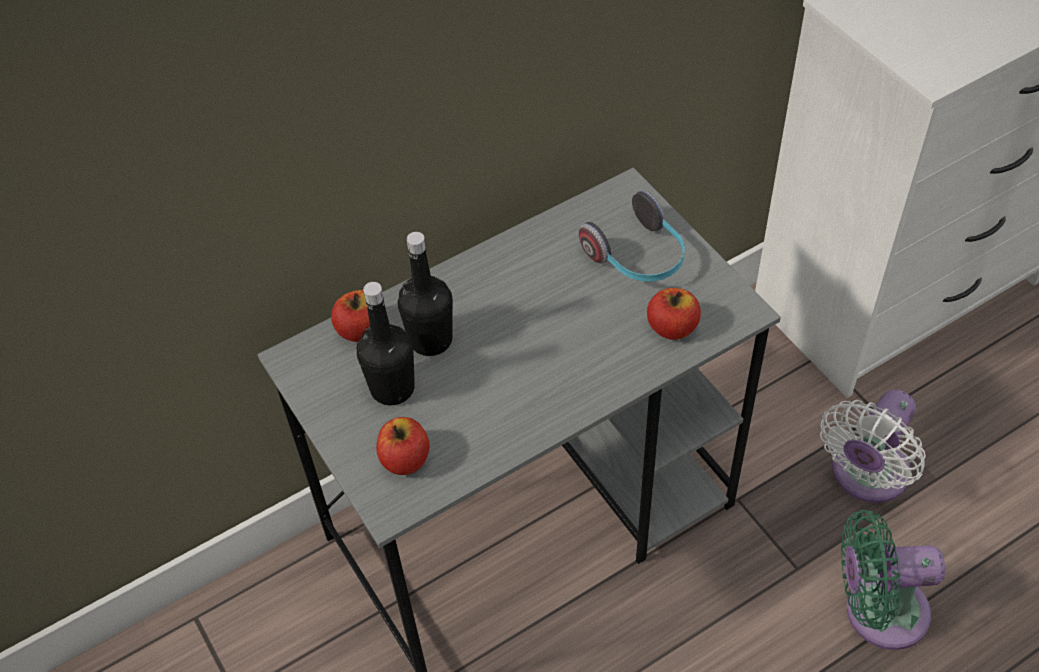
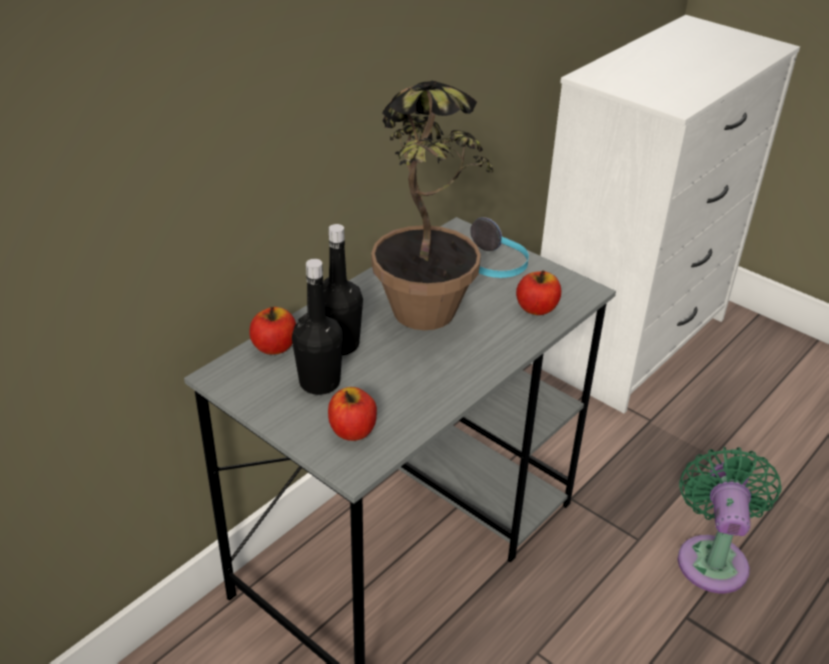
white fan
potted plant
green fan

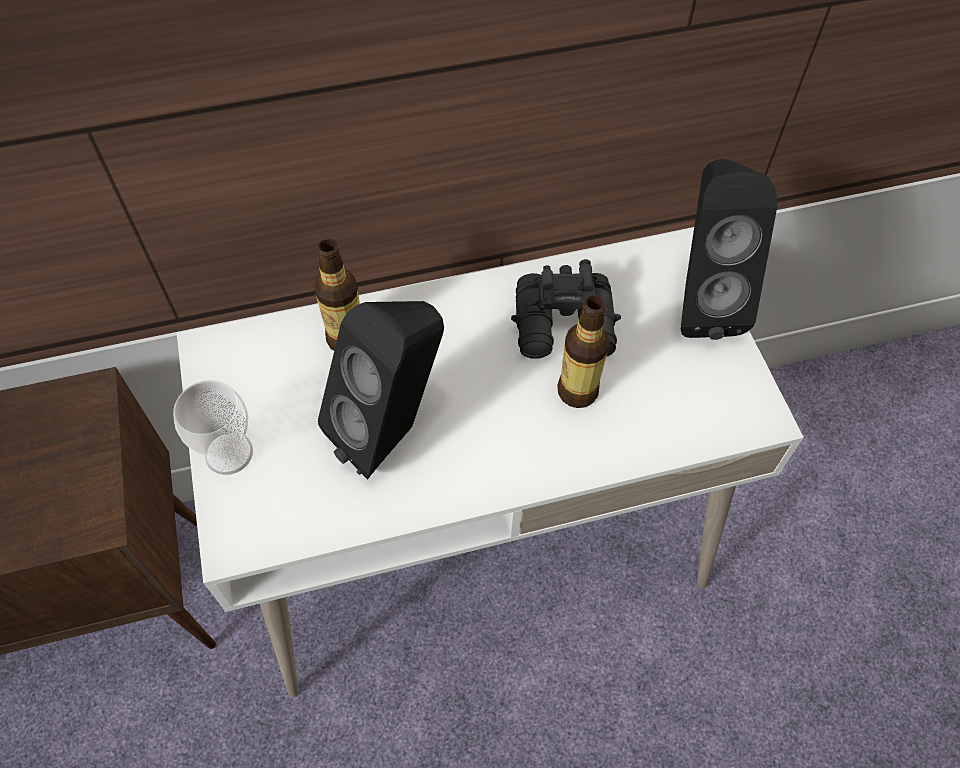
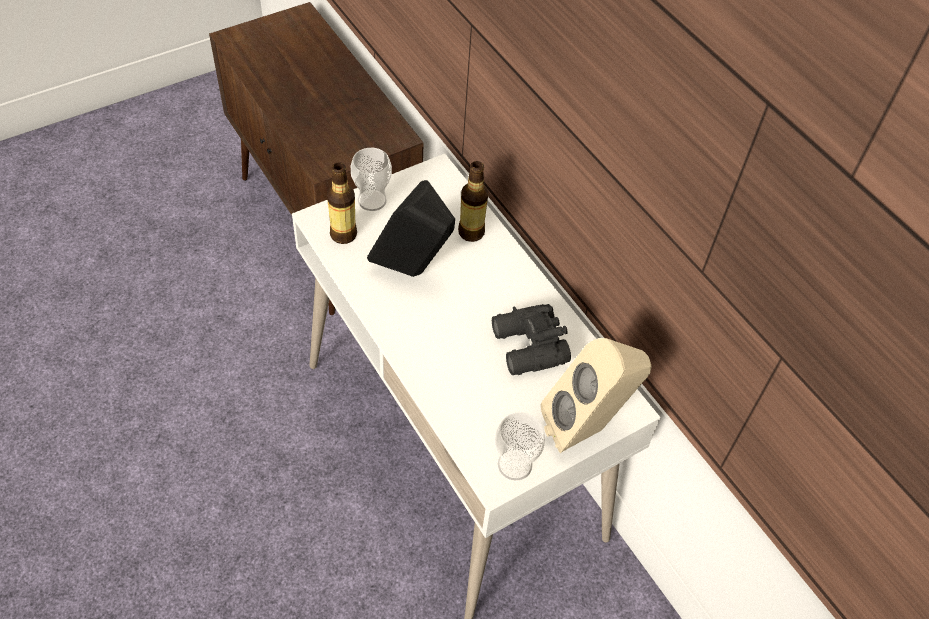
cup (2nd from left)
bottle (1st from left)
beige speaker

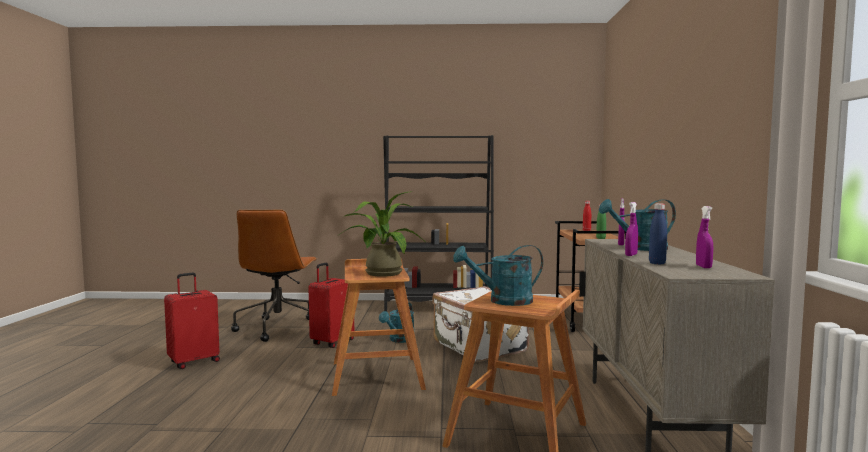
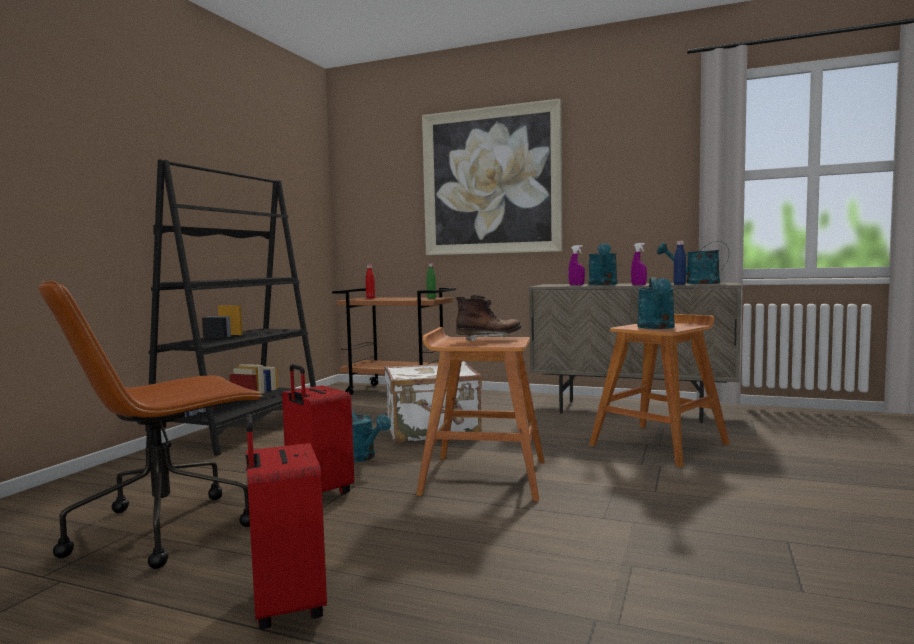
picture
brown boot
turquoise watering can (4th from left)
brown office chair

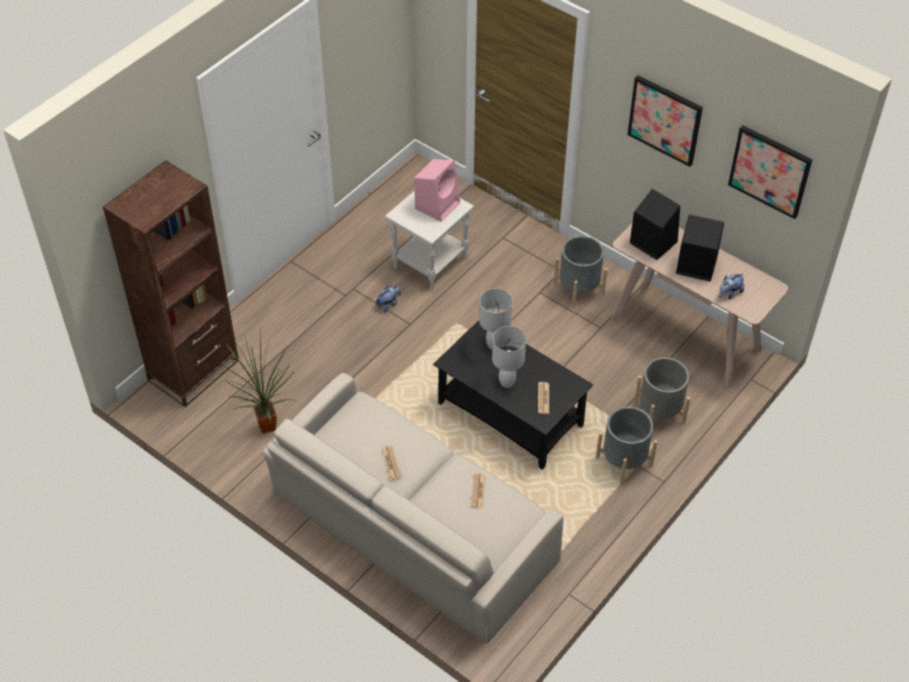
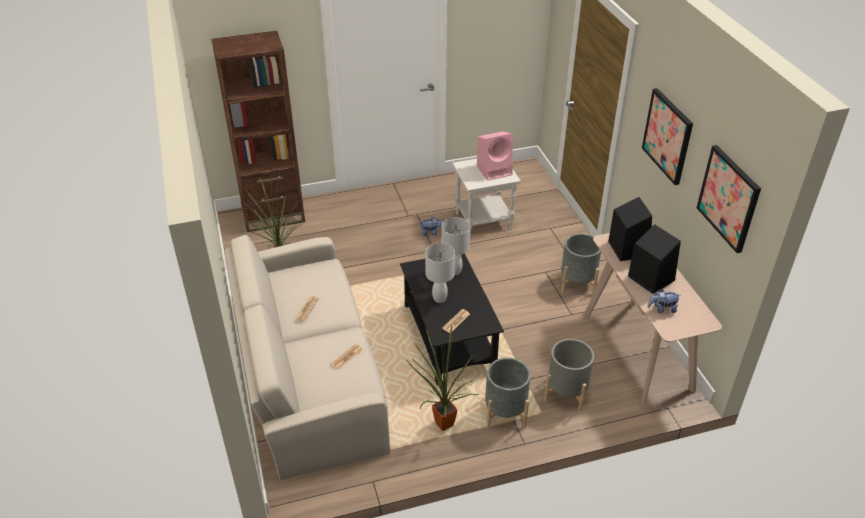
potted plant (2nd from left)

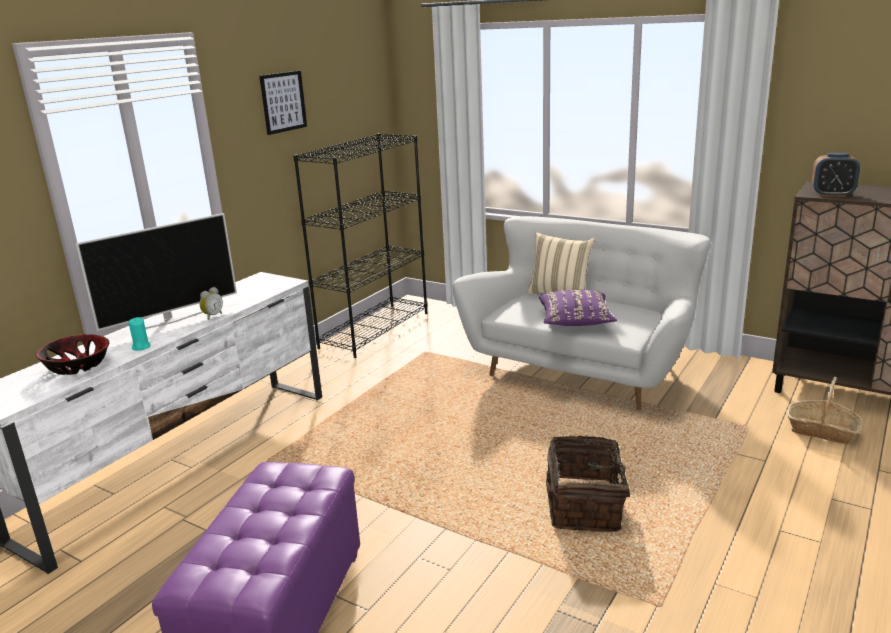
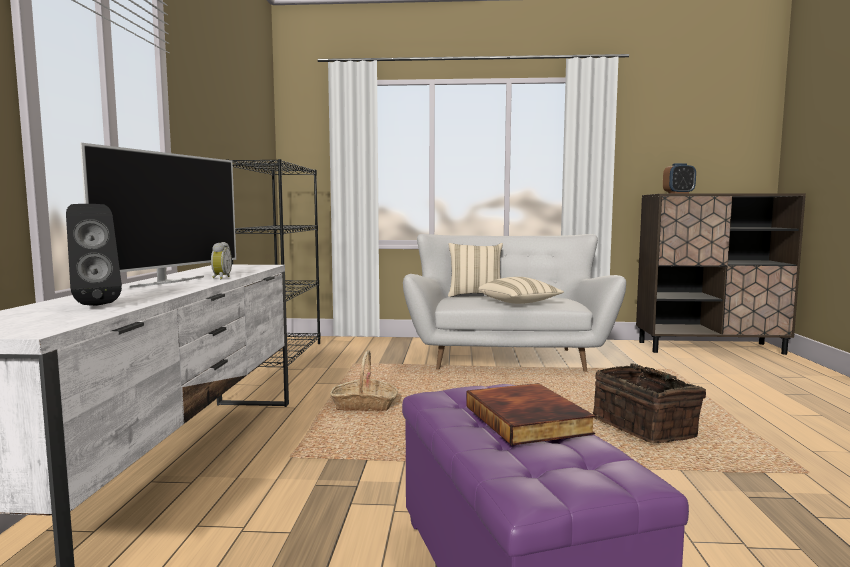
turquoise candle
picture
book
basket (1st from left)
black speaker
beige pillow (2nd from left)

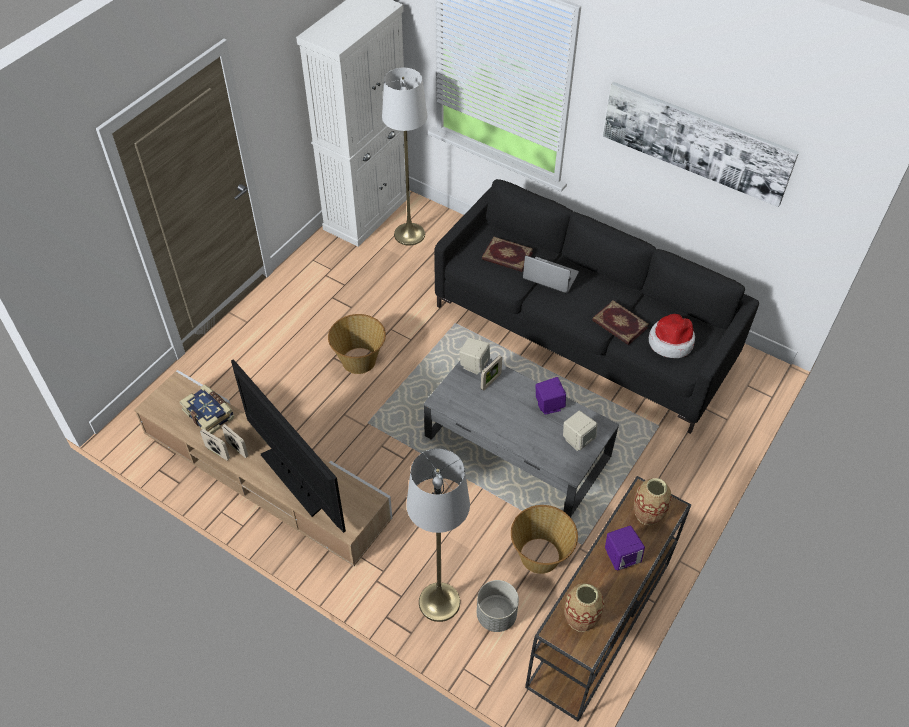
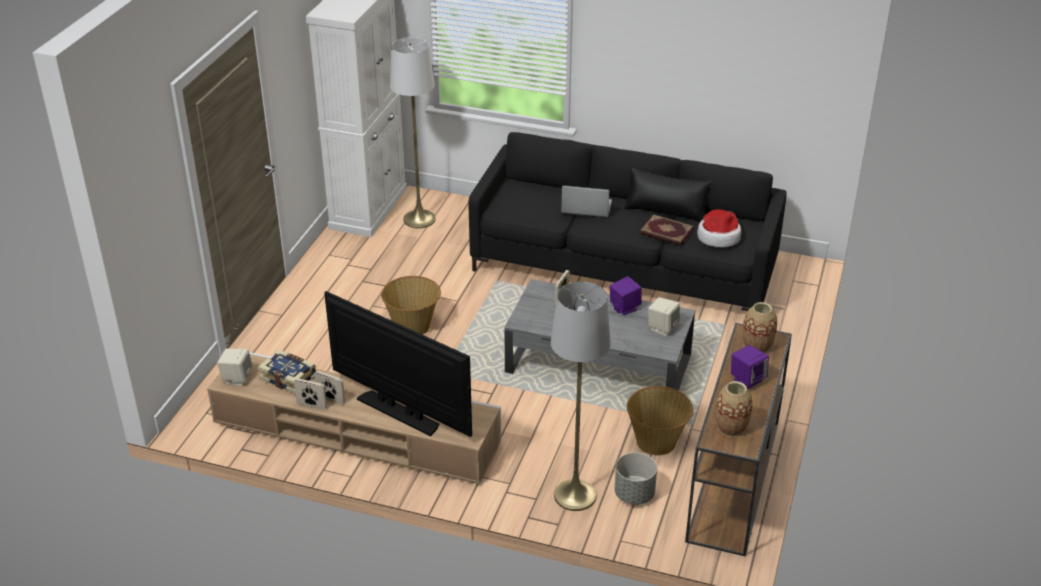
book (2nd from left in the first image)
picture
black pillow
beige speaker (1st from left)

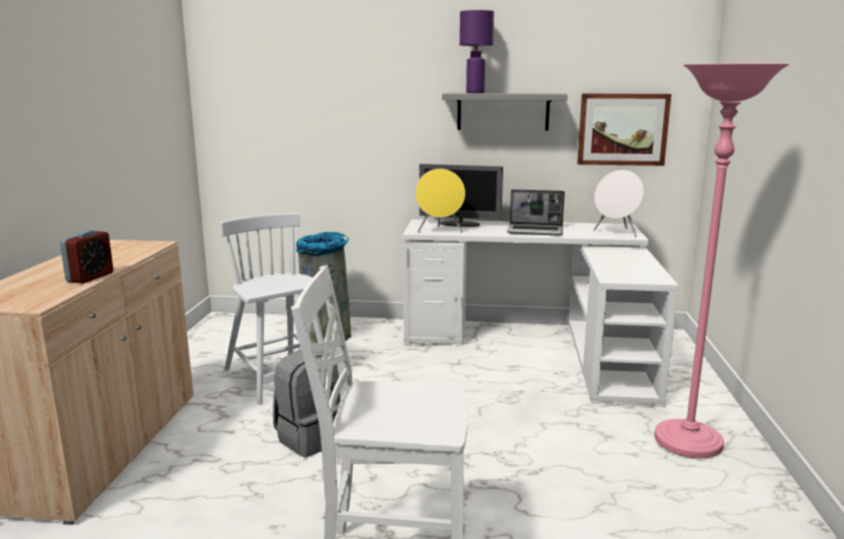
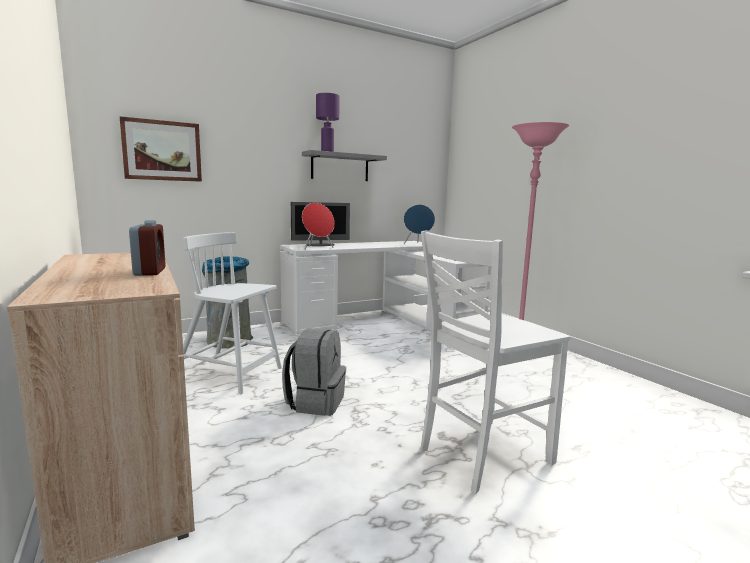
laptop
picture
red speaker
blue speaker

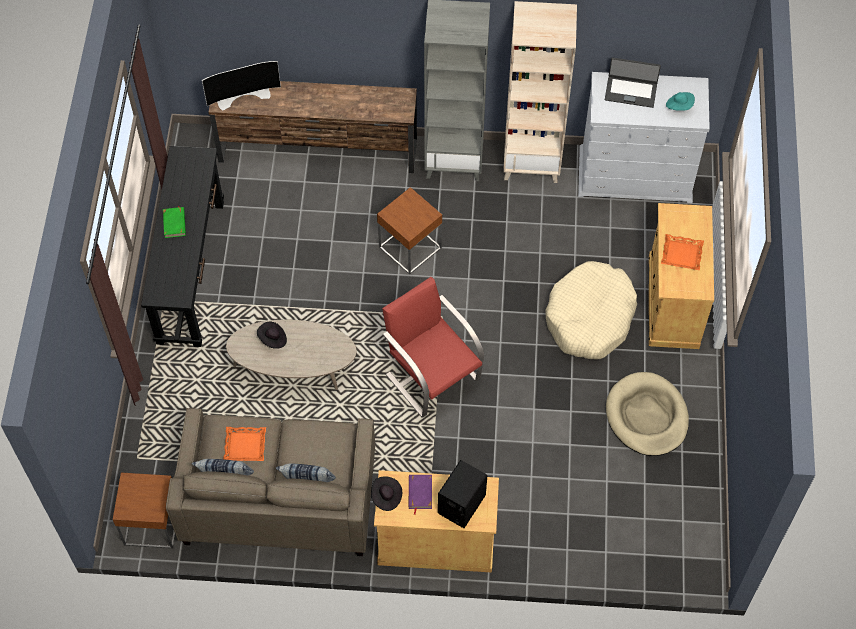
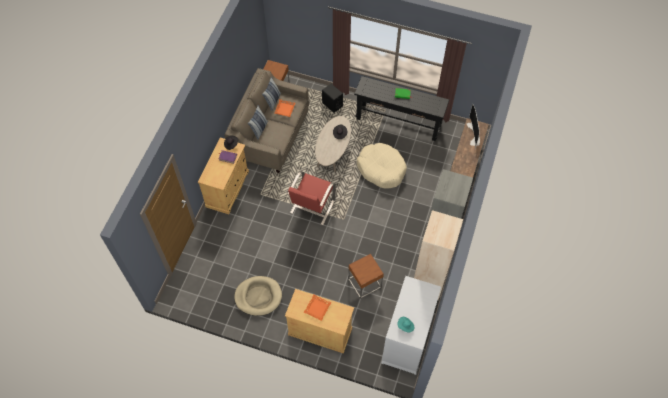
laptop
brown side table (2nd from left)
black speaker
beige dog bed (2nd from left)
red armchair

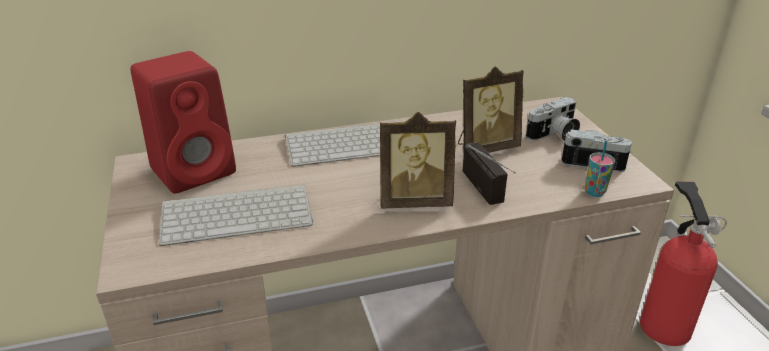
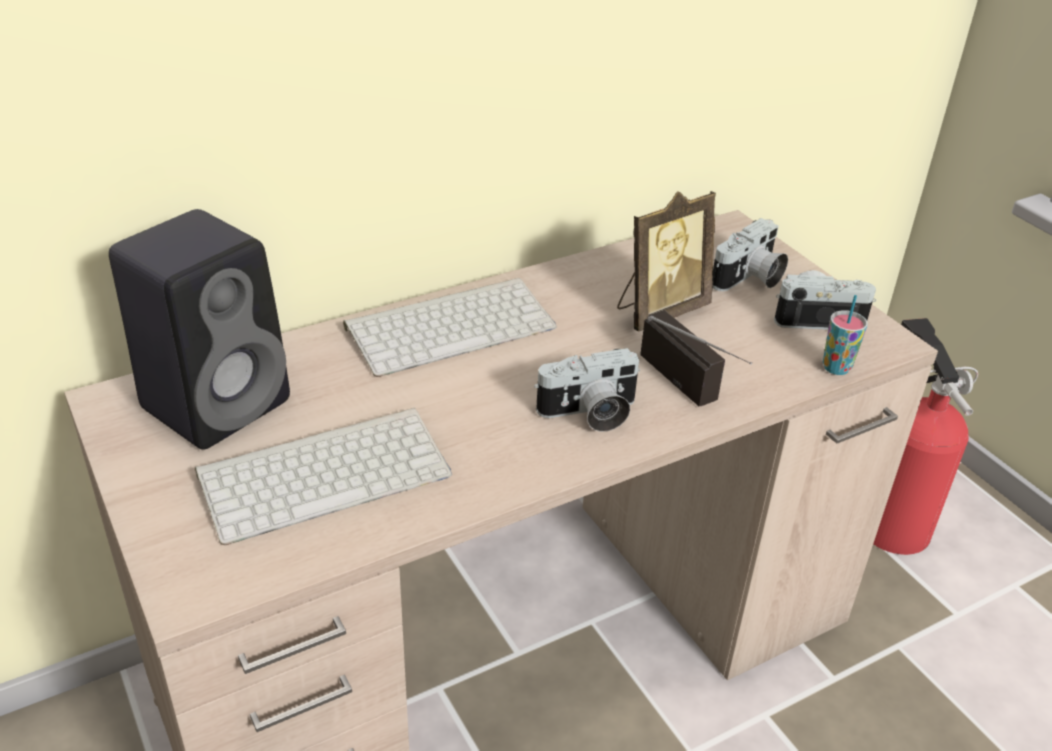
photo camera (1st from left)
black speaker

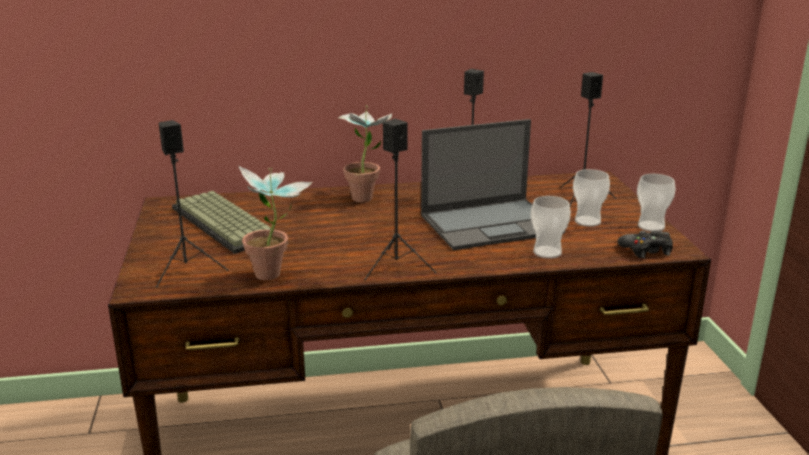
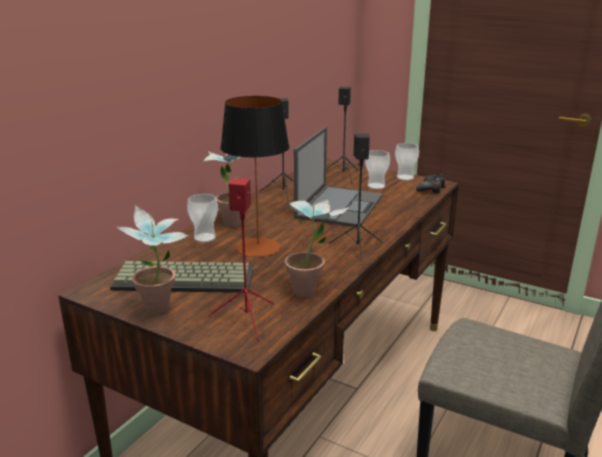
potted plant (1st from left)
table lamp
cup (1st from left)
red speaker

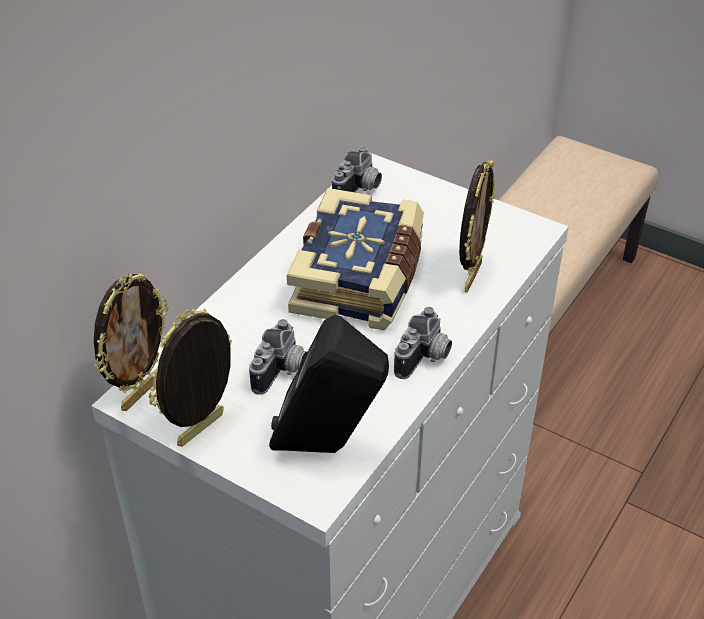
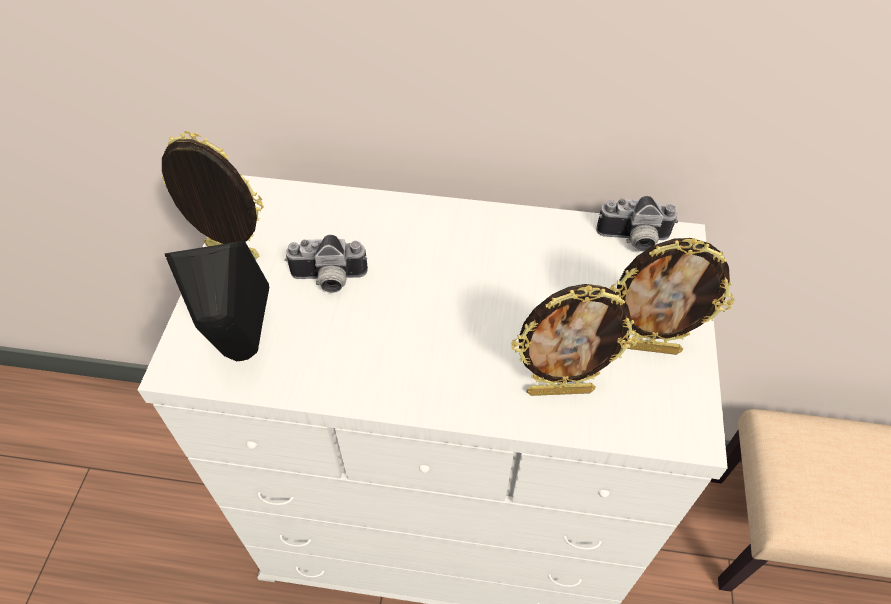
book
photo camera (3rd from left in the first image)
picture frame (3rd from left)

